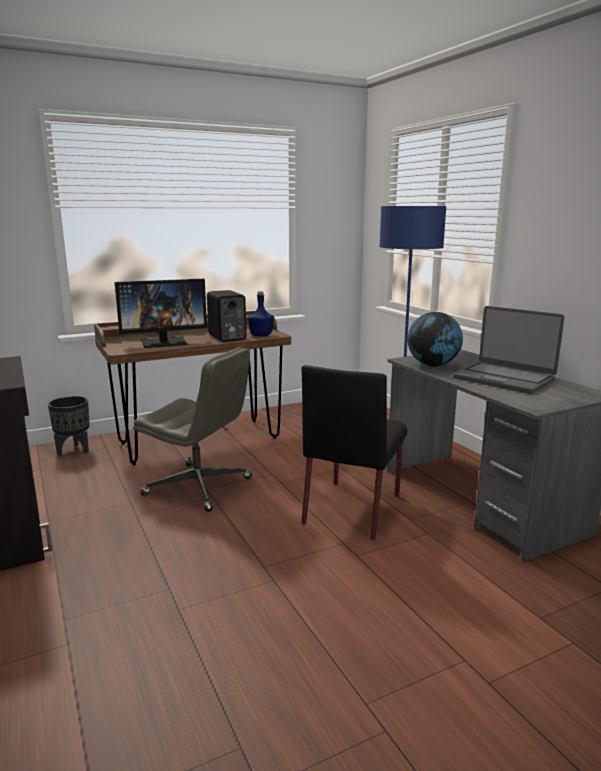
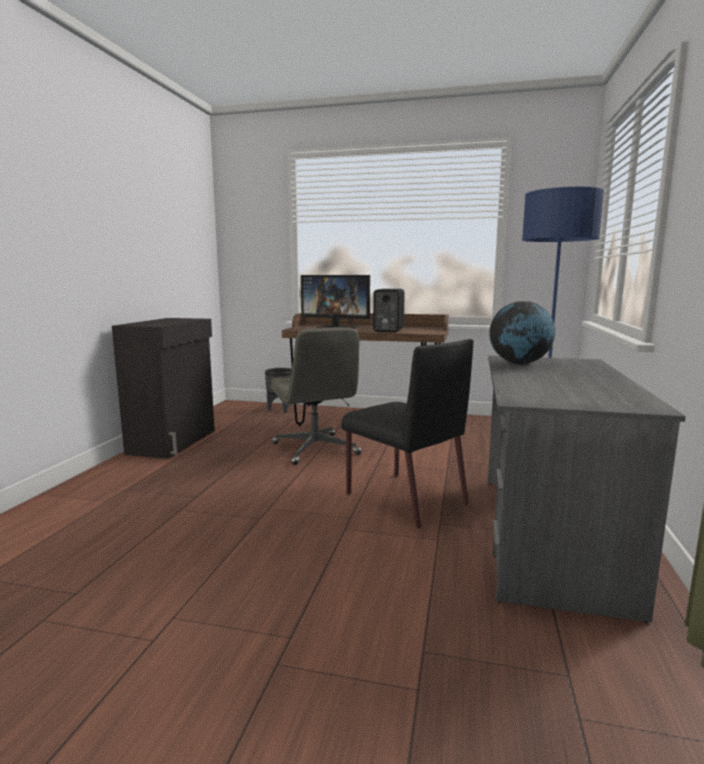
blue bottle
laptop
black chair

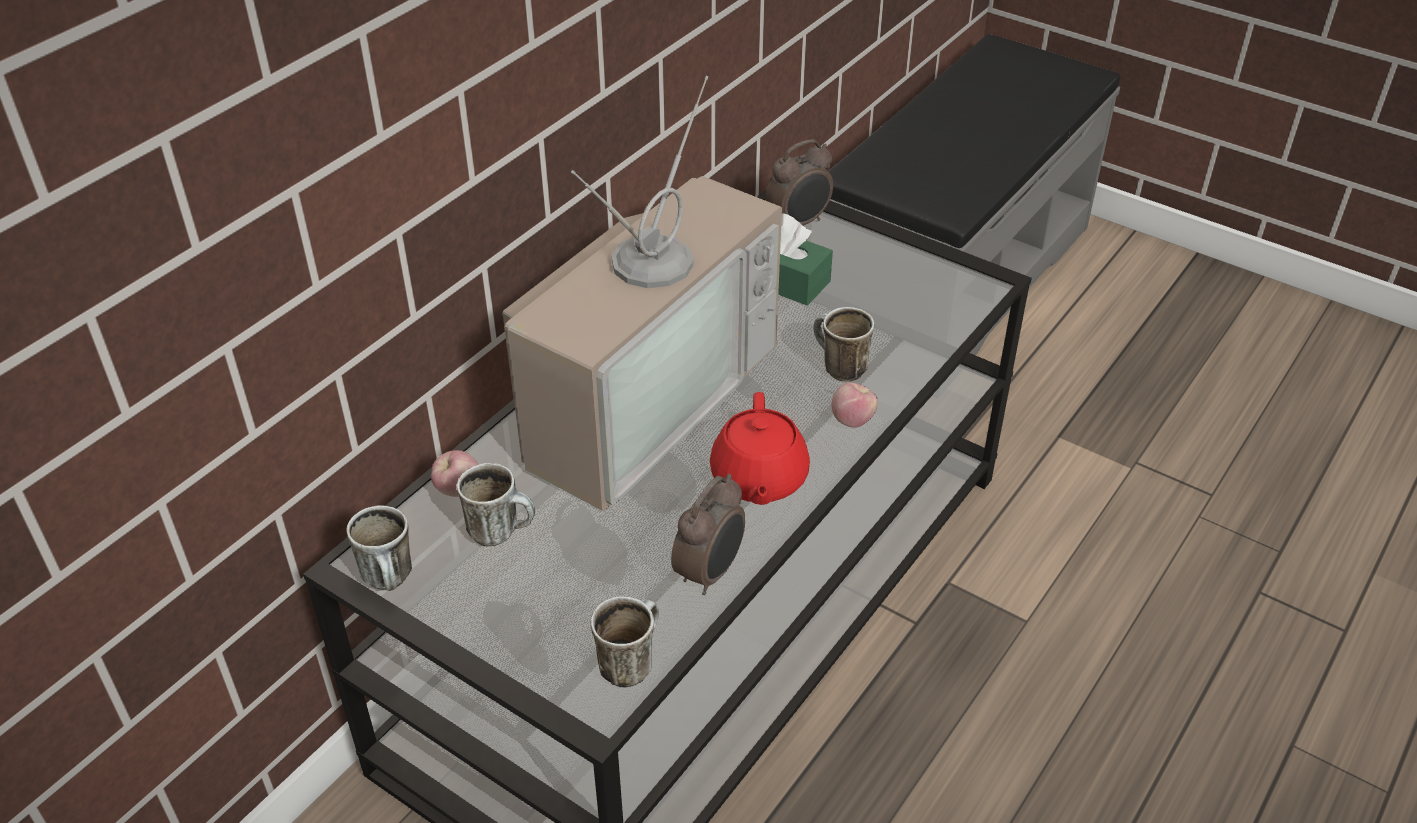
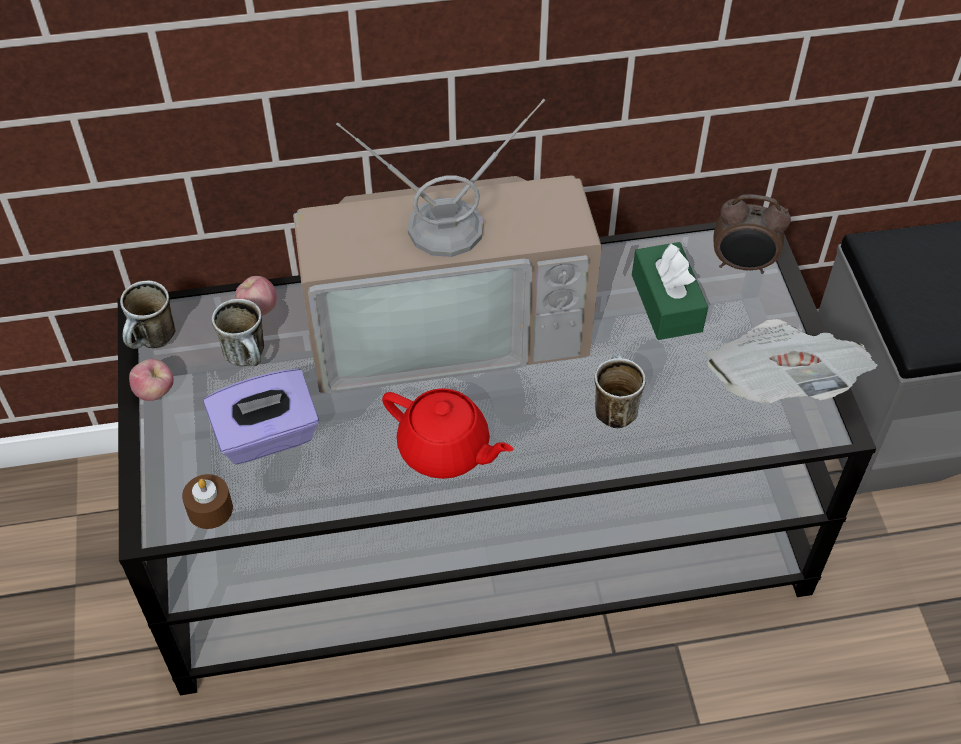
alarm clock (1st from left in the first image)
purple tissue box
newspaper
apple (1st from left)
brown candle
red teapot

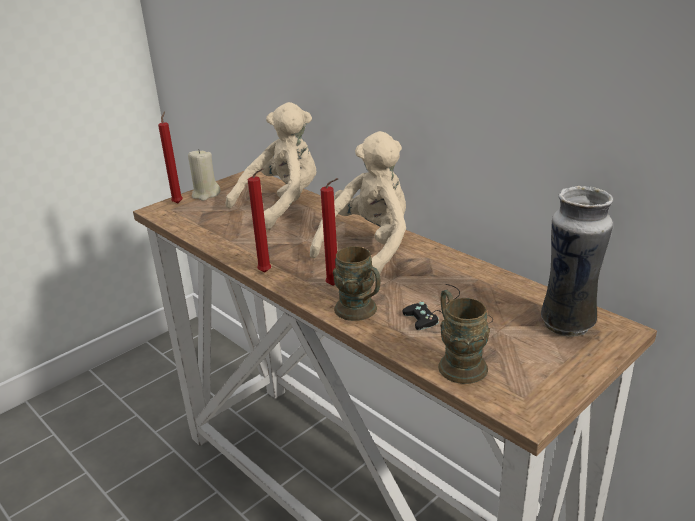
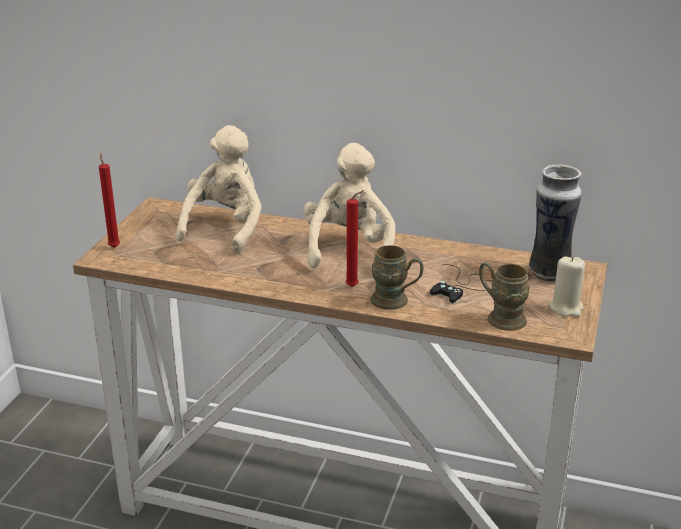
red candle (2nd from left in the first image)
beige candle

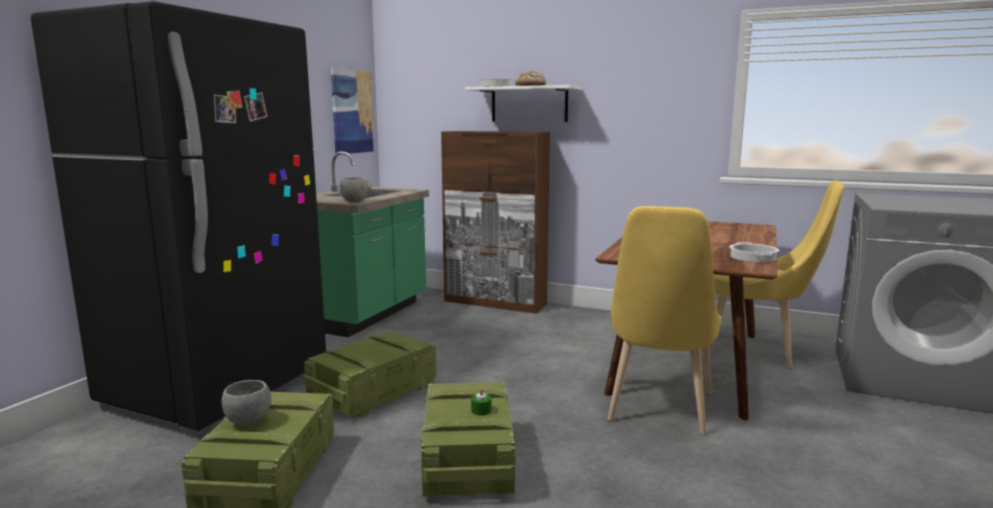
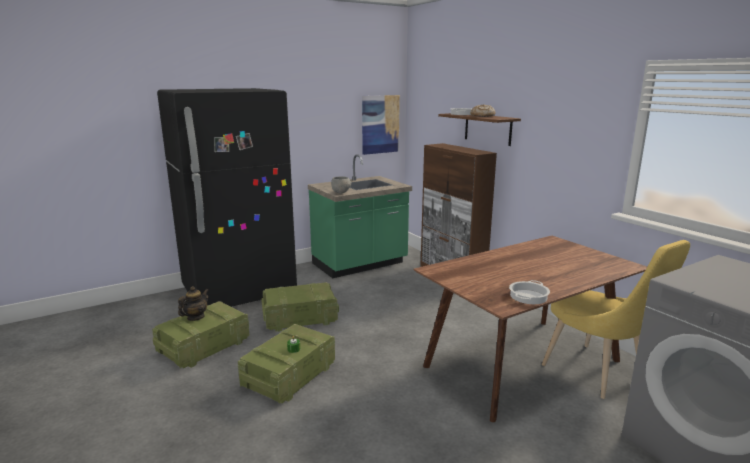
yellow chair (1st from left in the first image)
teapot
brown shelf

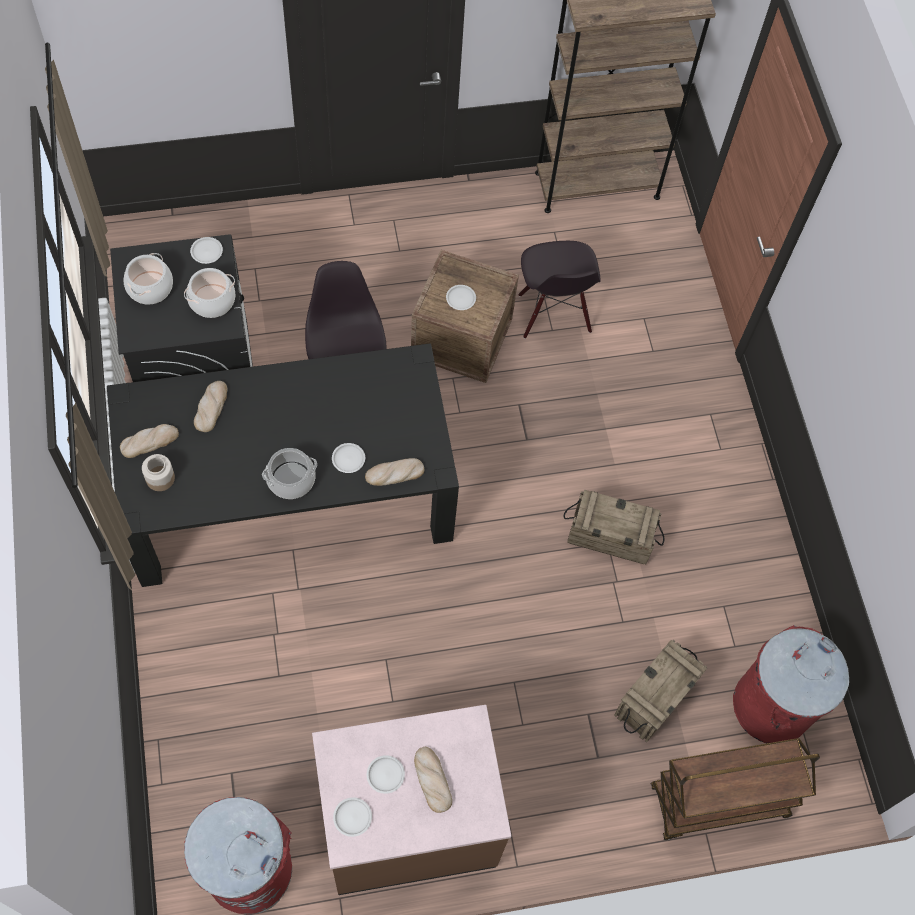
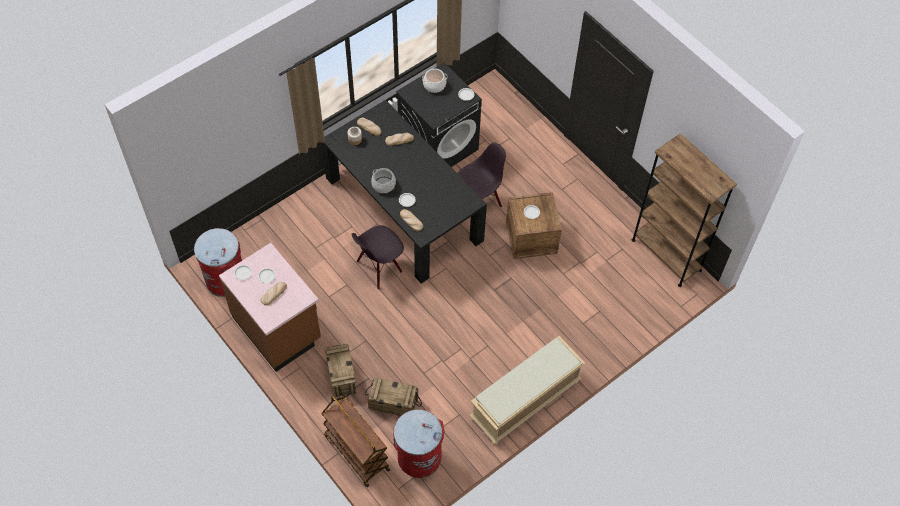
cooking pot (2nd from left in the first image)
beige bench
black chair (1st from left)
crate (1st from left)

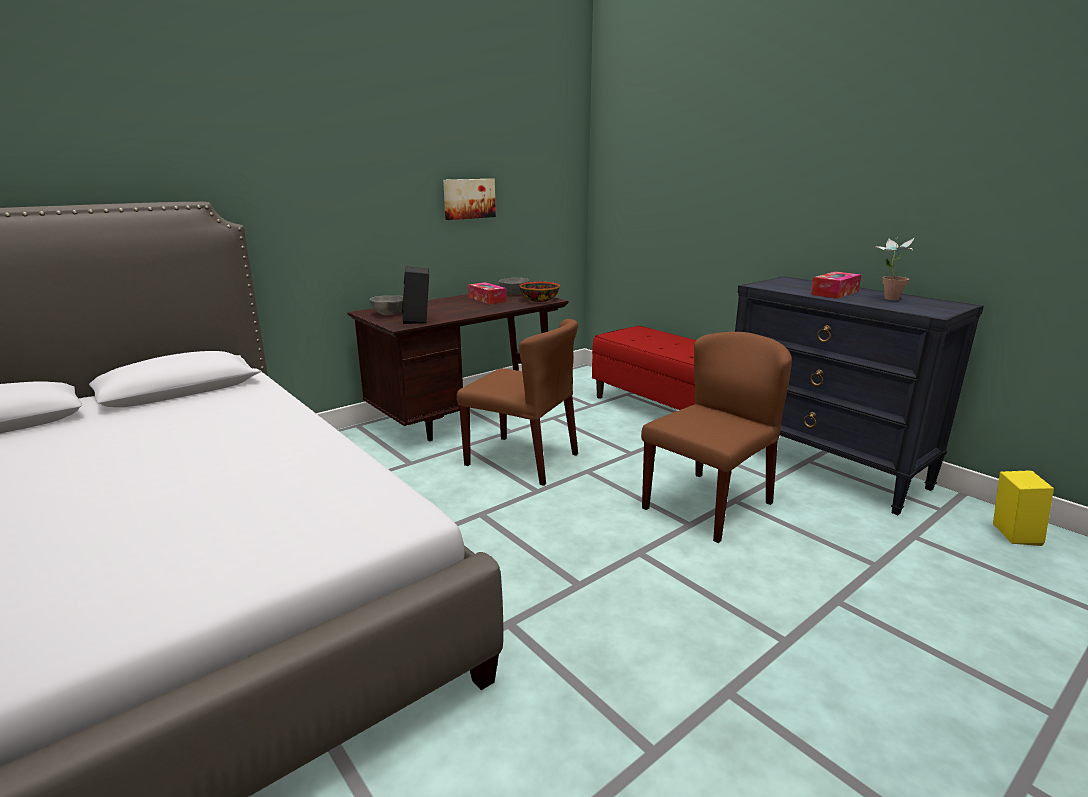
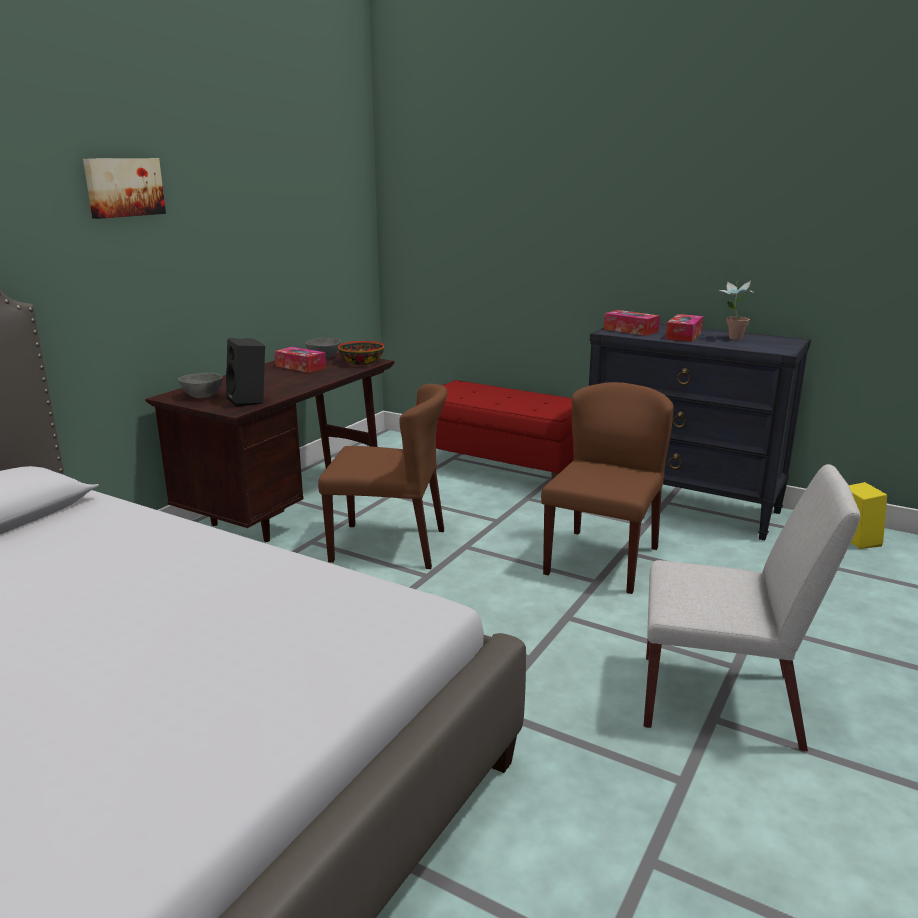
tissue box (2nd from left)
white chair
picture

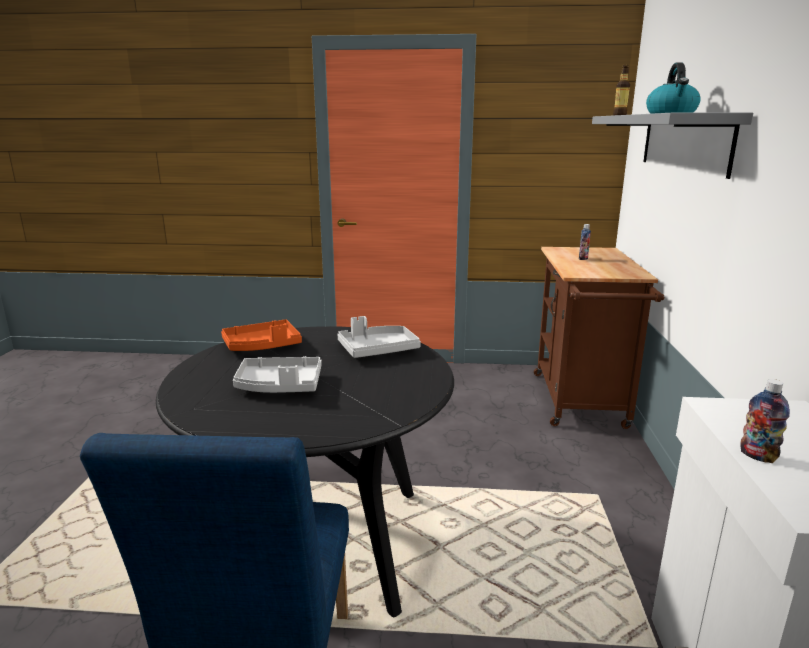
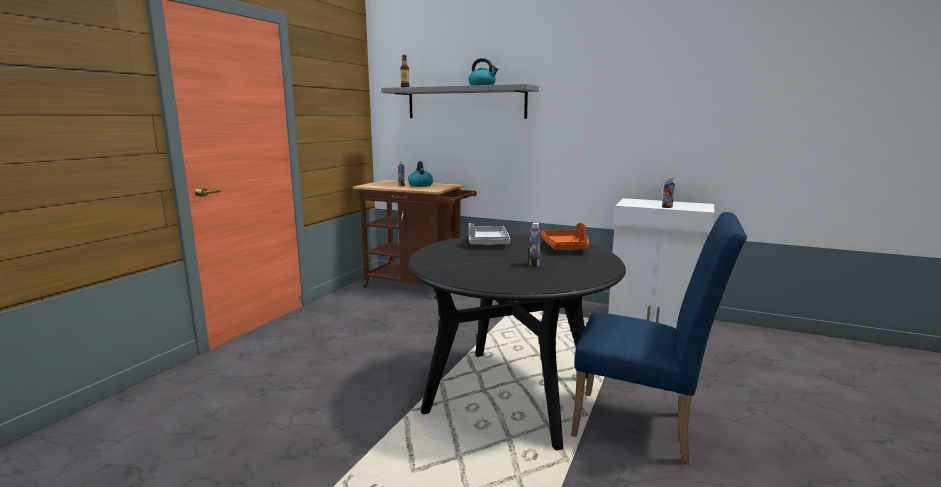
kettle (1st from left)
orange tray
bottle (3rd from left)

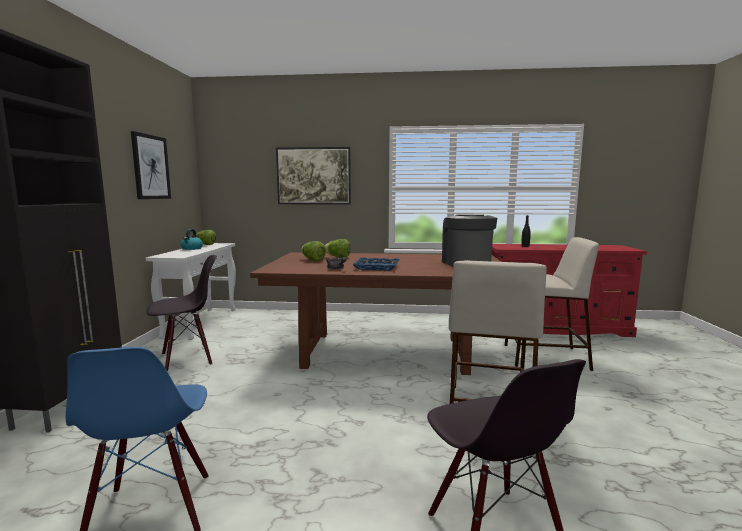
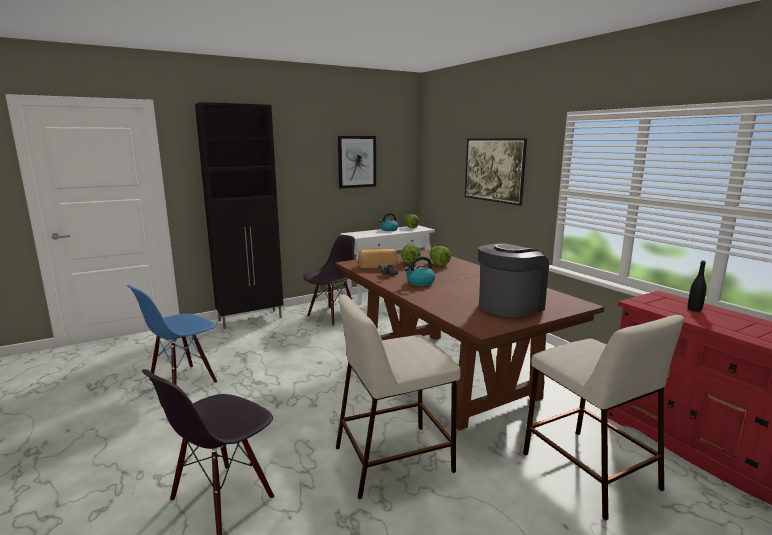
bread
kettle (2nd from left)
black chair (2nd from left)

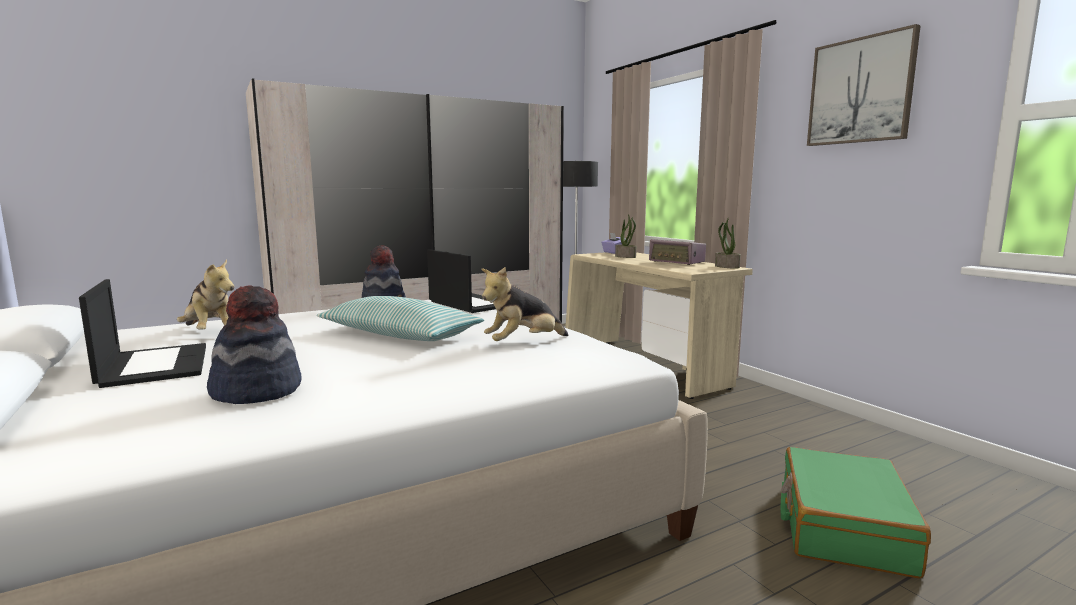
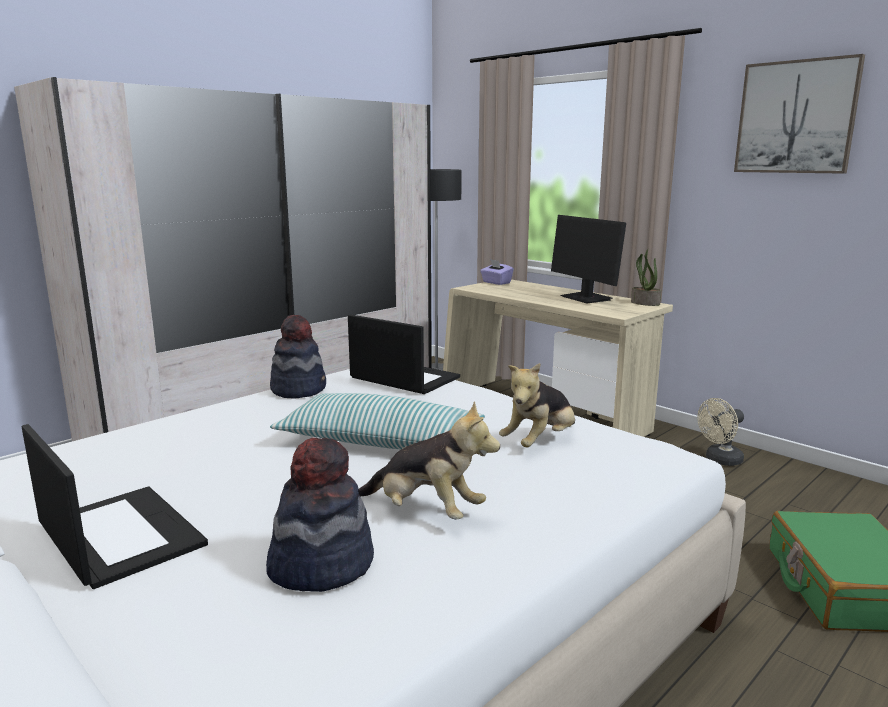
potted plant (1st from left in the first image)
beige fan
plush toy (1st from left)
monitor

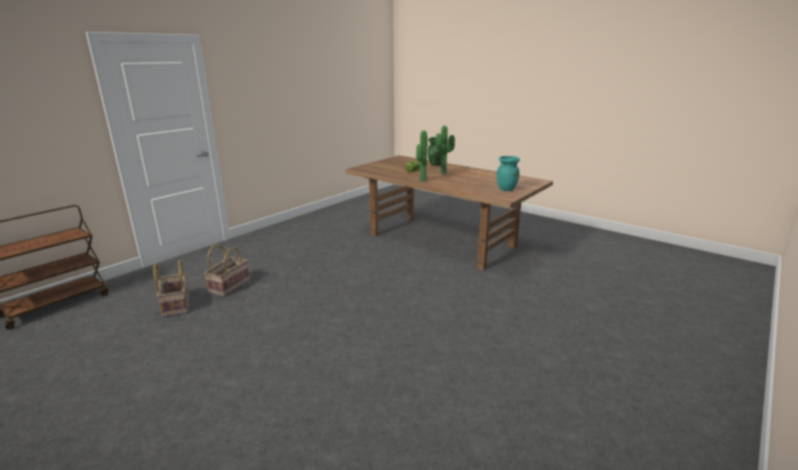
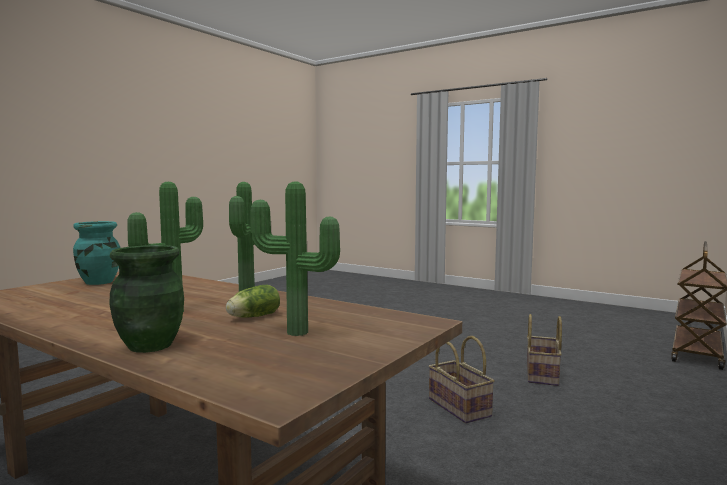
potted plant (3rd from left)
basket (1st from left)

